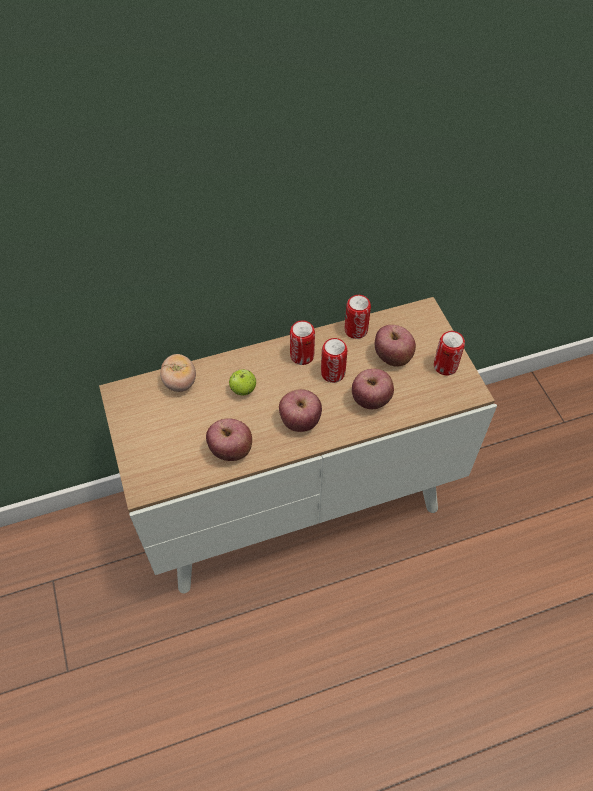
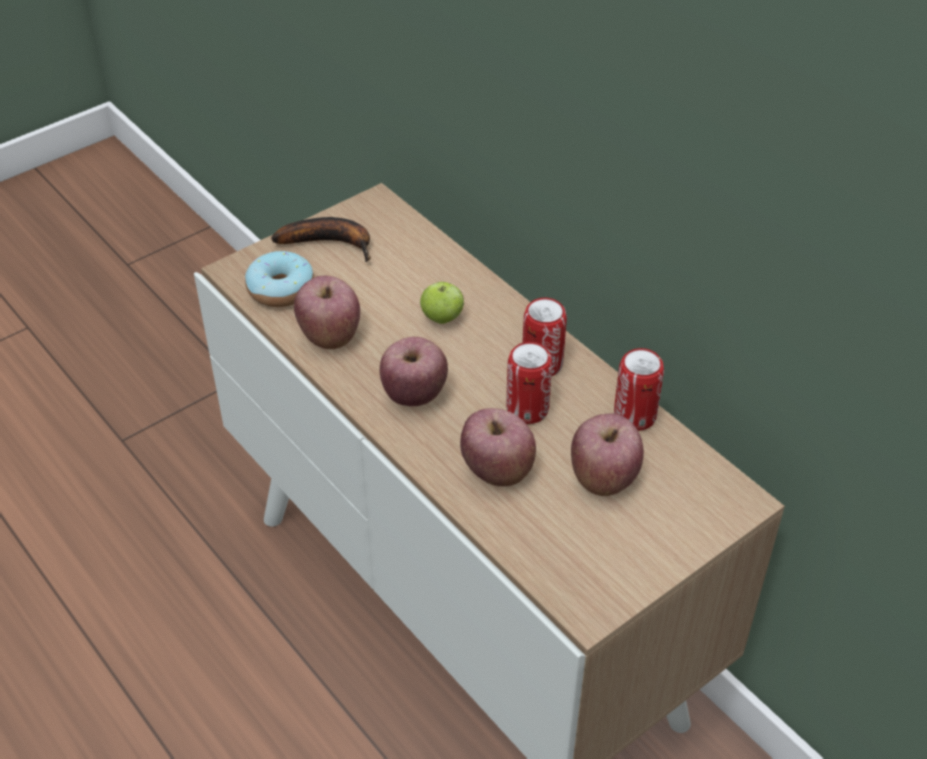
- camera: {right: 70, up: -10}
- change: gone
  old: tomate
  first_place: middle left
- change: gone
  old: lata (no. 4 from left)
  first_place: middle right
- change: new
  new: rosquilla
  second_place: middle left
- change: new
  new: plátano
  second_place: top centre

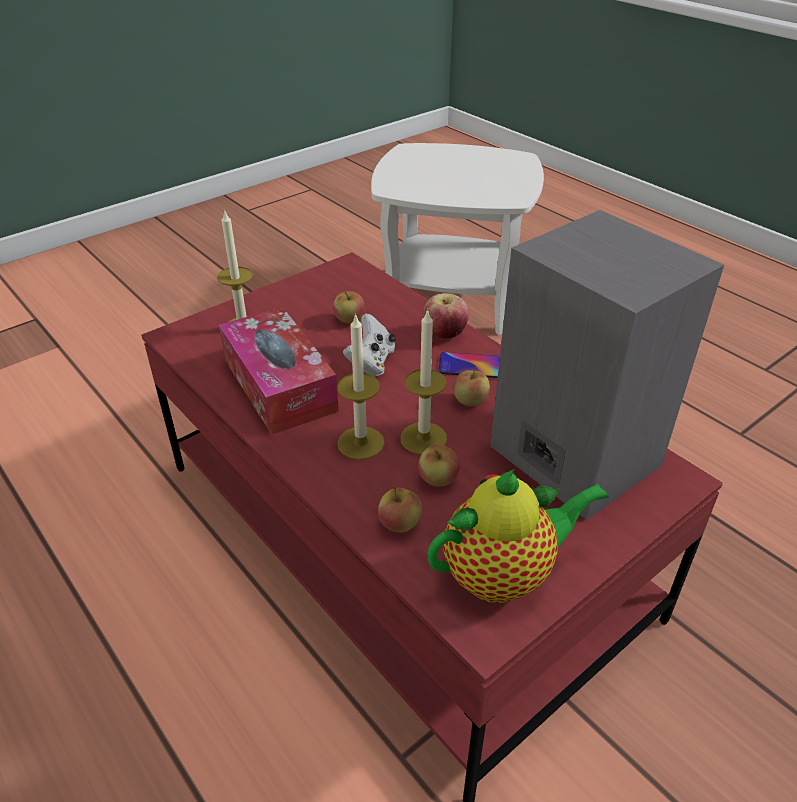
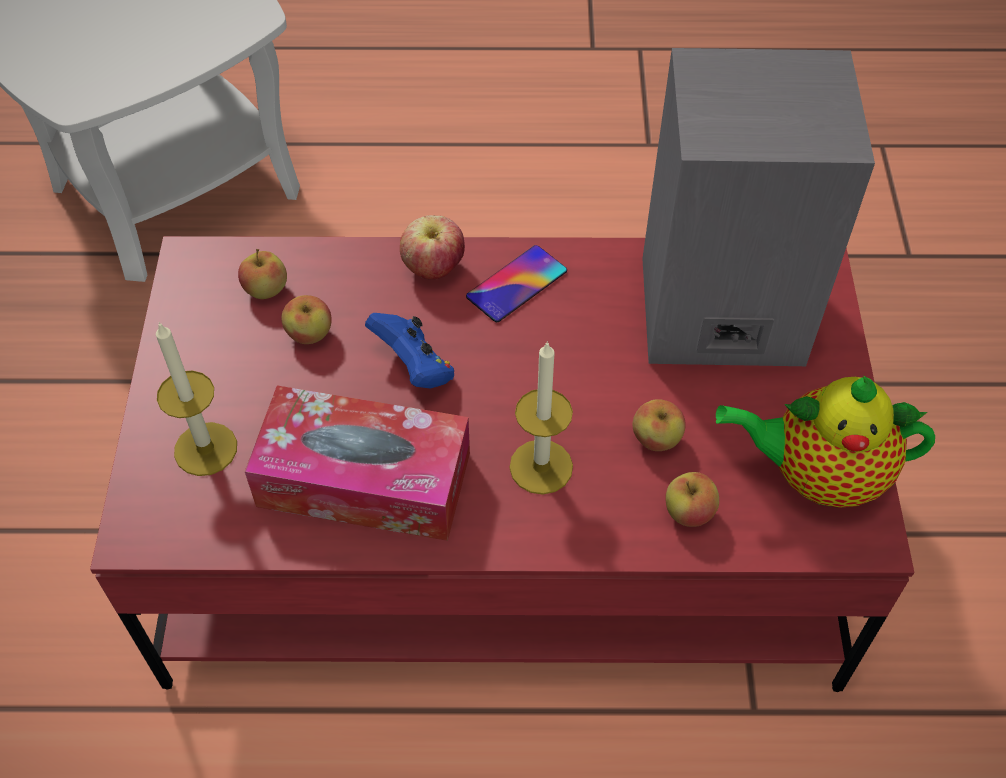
- camera: {right: -50, up: 15}
- change: gone
  old: vela (no. 3 from left)
  first_place: centre
- change: shifted
  old: manzana (no. 5 from left in the first image)
  new: manzana (no. 1 from left)
  first_place: centre
  second_place: middle left
- change: repainted
  old: mando de consola [blanco]
  new: mando de consola [azul]
  first_place: centre
  second_place: centre
- change: rotated
  old: tetera
  first_place: bottom centre
  second_place: middle right
  degrees: -105

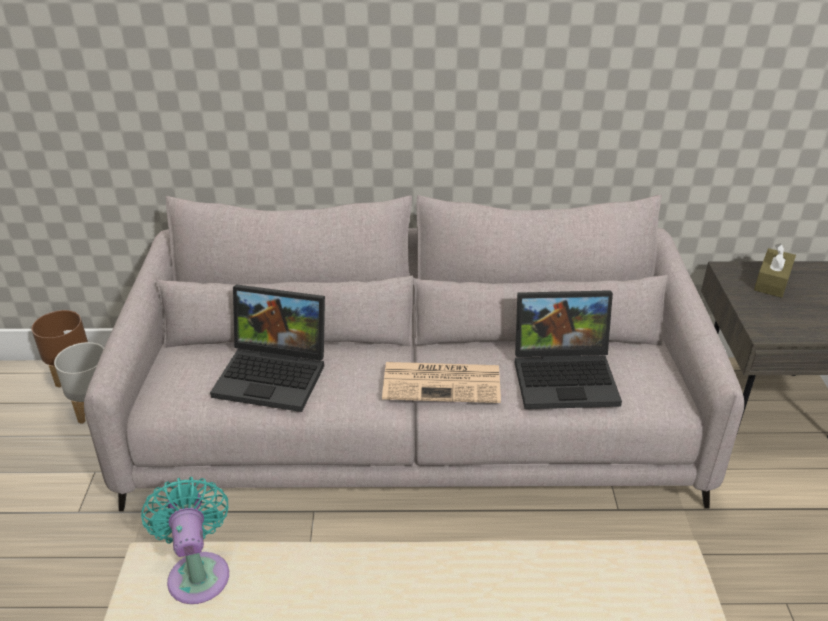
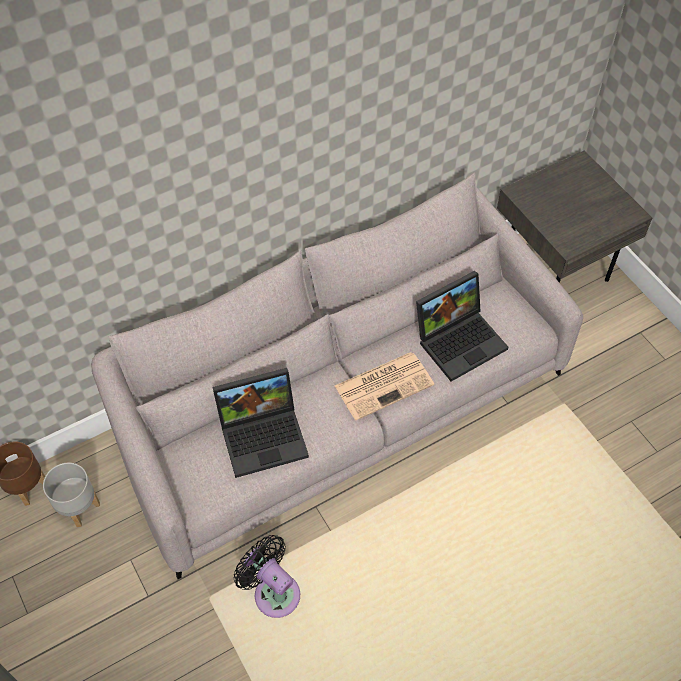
- camera: {right: -30, up: 20}
- change: gone
  old: caja de pañuelos [marrón]
  first_place: middle right
- change: repainted
  old: ventilador [turquesa]
  new: ventilador [negro]
  first_place: bottom left
  second_place: bottom centre

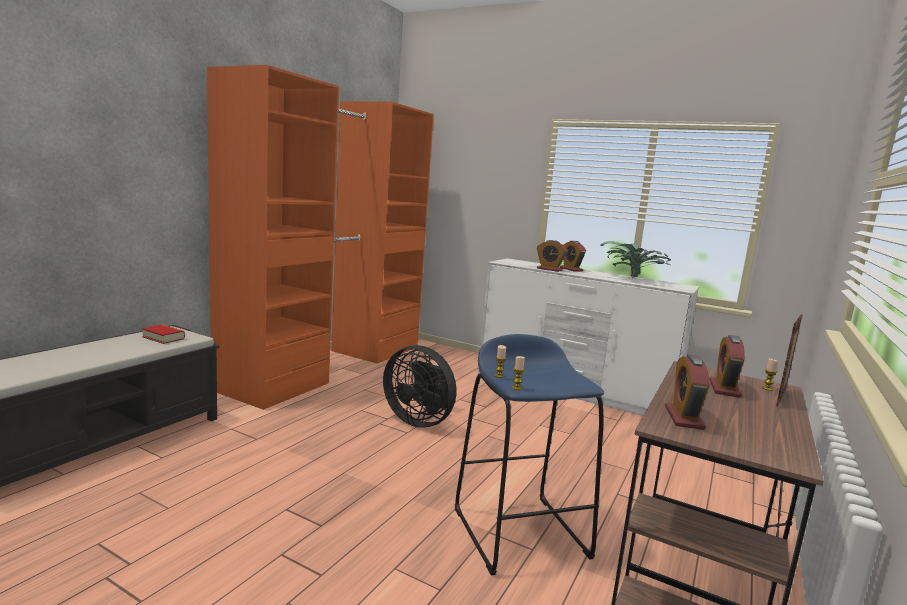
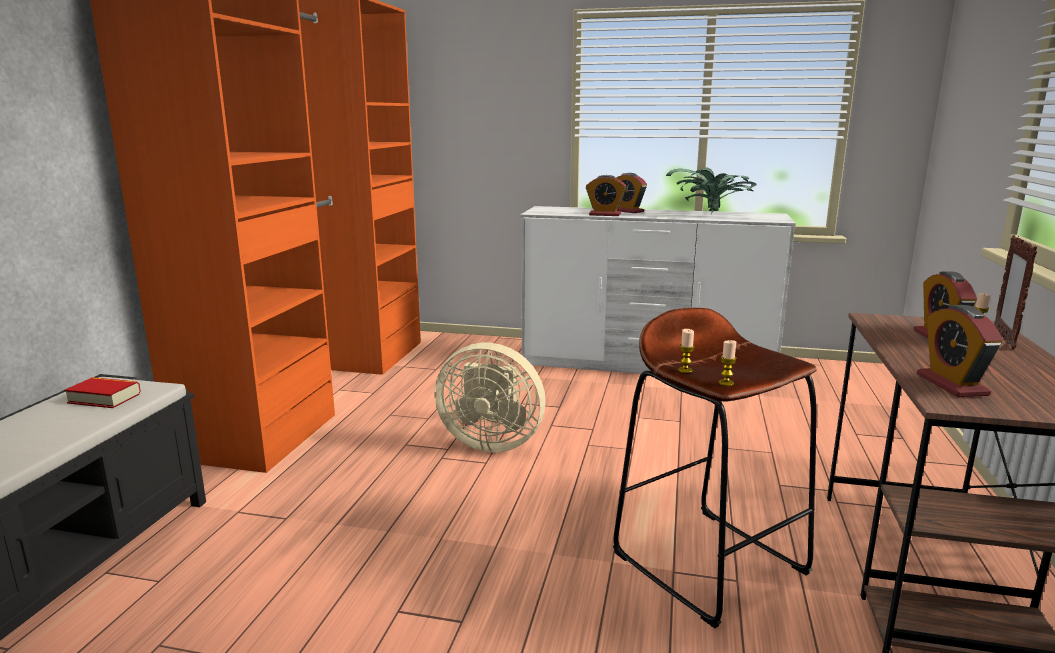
- camera: {right: -15, up: 5}
- change: repainted
  old: ventilador [negro]
  new: ventilador [beis]
  first_place: centre
  second_place: centre
- change: repainted
  old: taburete [azul]
  new: taburete [marrón]
  first_place: bottom centre
  second_place: bottom right

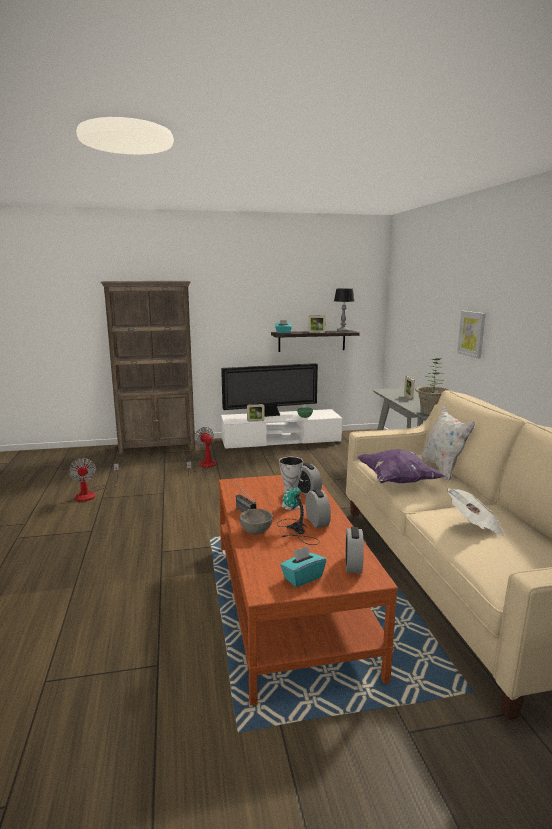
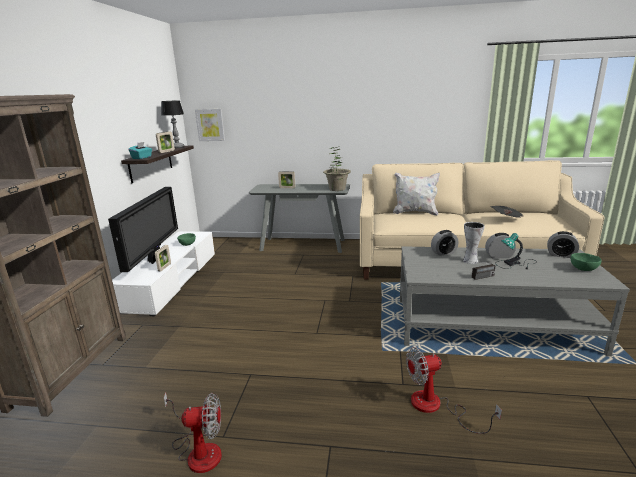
- camera: {right: -70, up: 5}
- change: gone
  old: cuenco [gris]
  first_place: centre
- change: gone
  old: cojín [morado]
  first_place: middle right
- change: shifted
  old: ventilador (no. 2 from left)
  first_place: centre
  second_place: bottom right
- change: shifted
  old: cuadro
  first_place: middle right
  second_place: top left
- change: swapped
  old: caja de pañuelos [turquesa] (no. 2 from left)
  new: cuenco [verde] (no. 2 from left)
  first_place: bottom centre
  second_place: middle right
- change: repainted
  old: mesa de centro [marrón]
  new: mesa de centro [gris]
  first_place: bottom centre
  second_place: middle right

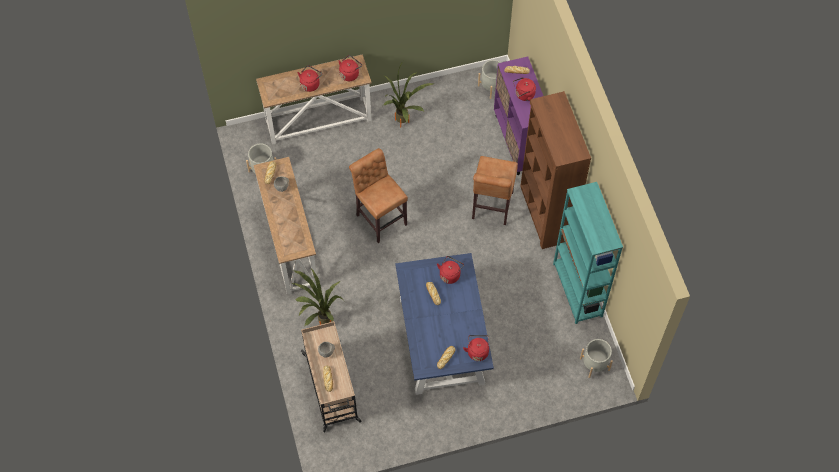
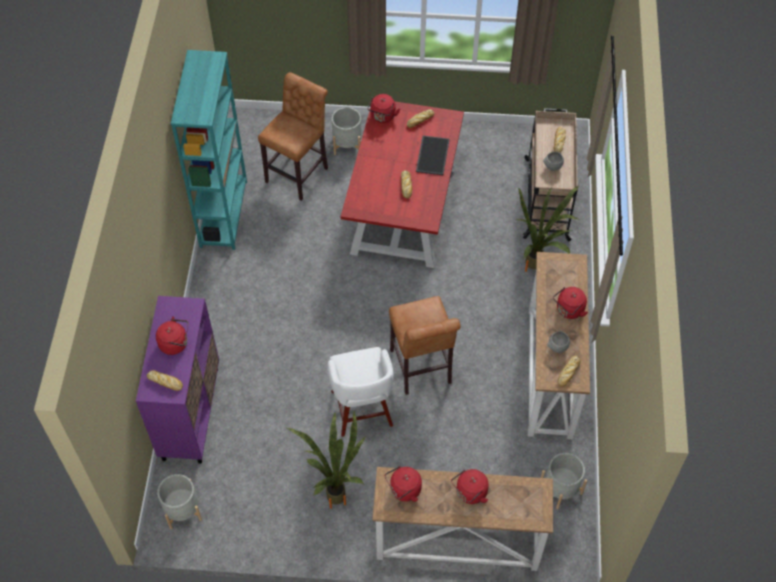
- camera: {right: -160, up: -5}
- change: gone
  old: estantería [marrón]
  first_place: centre
- change: new
  new: taburete [blanco]
  second_place: bottom centre
- change: new
  new: bandeja
  second_place: top centre
- change: shifted
  old: hervidor [rojo] (no. 3 from left in the first image)
  new: hervidor [rojo] (no. 5 from left)
  first_place: centre
  second_place: middle right
- change: shifted
  old: taburete [marrón] (no. 2 from left in the first image)
  new: taburete [marrón] (no. 1 from left)
  first_place: centre
  second_place: top centre
- change: shifted
  old: maceta [gris] (no. 3 from left in the first image)
  new: maceta [gris] (no. 2 from left)
  first_place: bottom right
  second_place: top centre
- change: repainted
  old: mesa de comedor [azul]
  new: mesa de comedor [rojo]
  first_place: bottom centre
  second_place: top centre

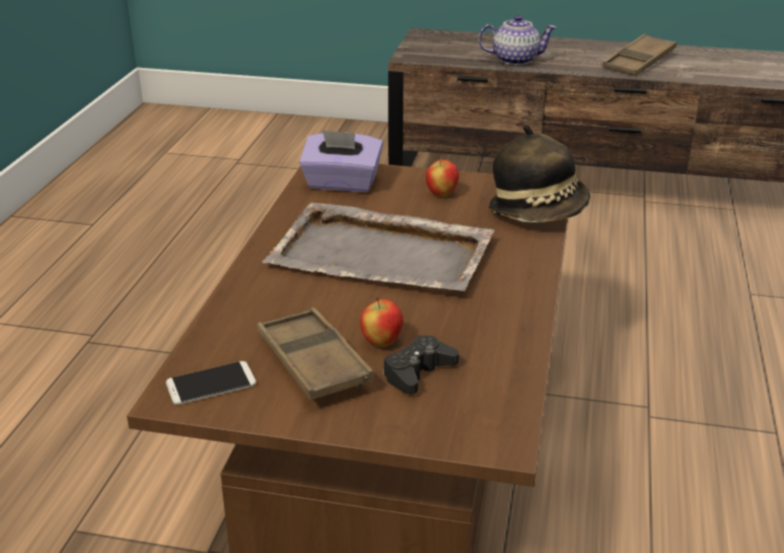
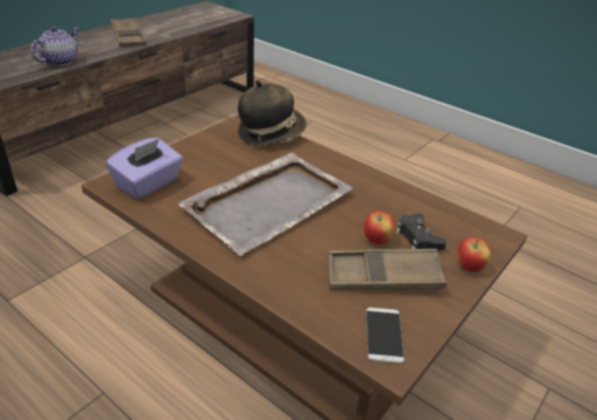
- camera: {right: -65, up: 5}
- change: shifted
  old: manzana (no. 2 from left)
  first_place: top centre
  second_place: middle right

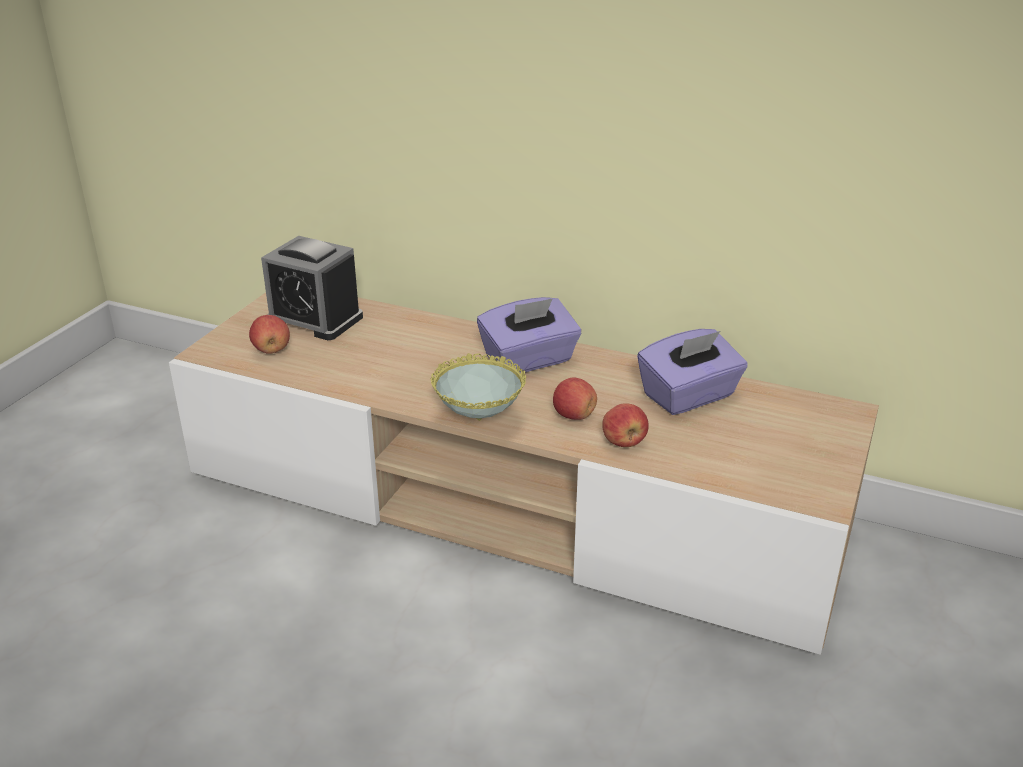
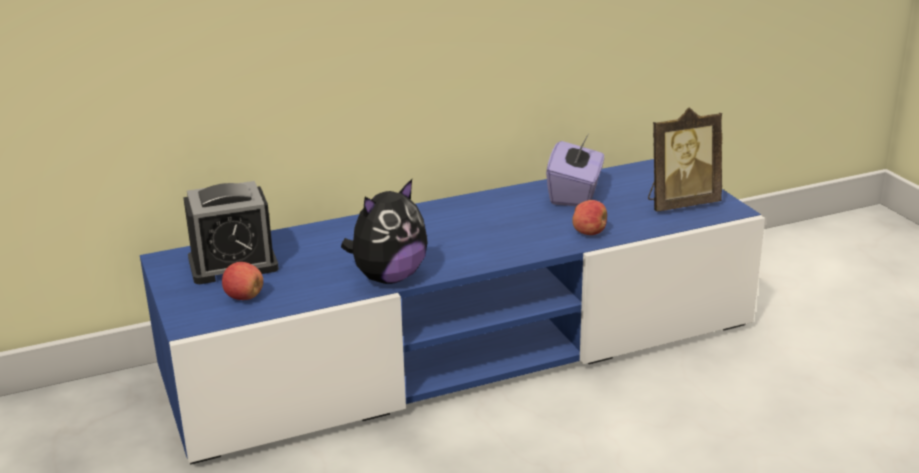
- camera: {right: -45, up: -5}
- change: gone
  old: cuenco
  first_place: centre
- change: gone
  old: caja de pañuelos [morado] (no. 1 from left)
  first_place: centre
- change: gone
  old: manzana (no. 2 from left)
  first_place: centre
- change: new
  new: peluche
  second_place: centre
- change: new
  new: portarretratos
  second_place: middle right
- change: repainted
  old: mueble de televisión [beis]
  new: mueble de televisión [azul]
  first_place: centre
  second_place: centre

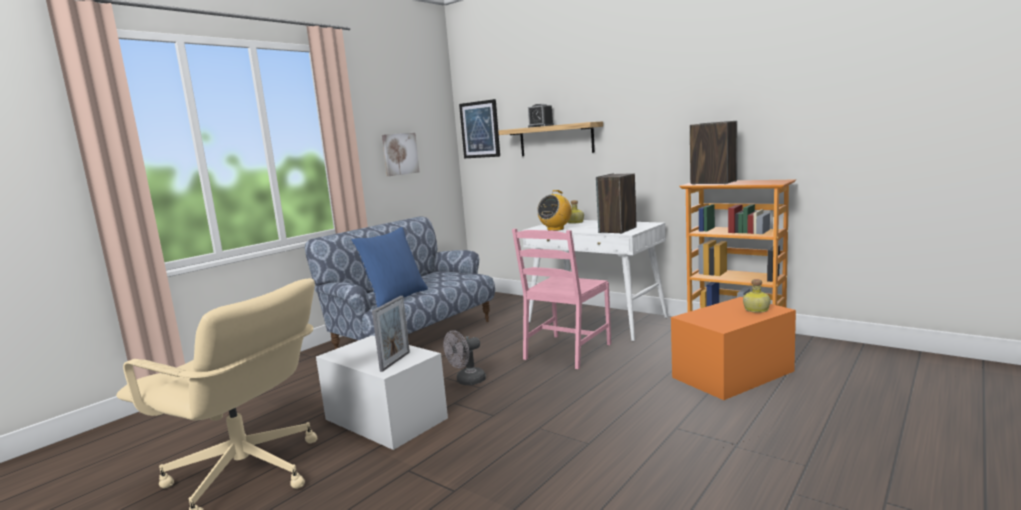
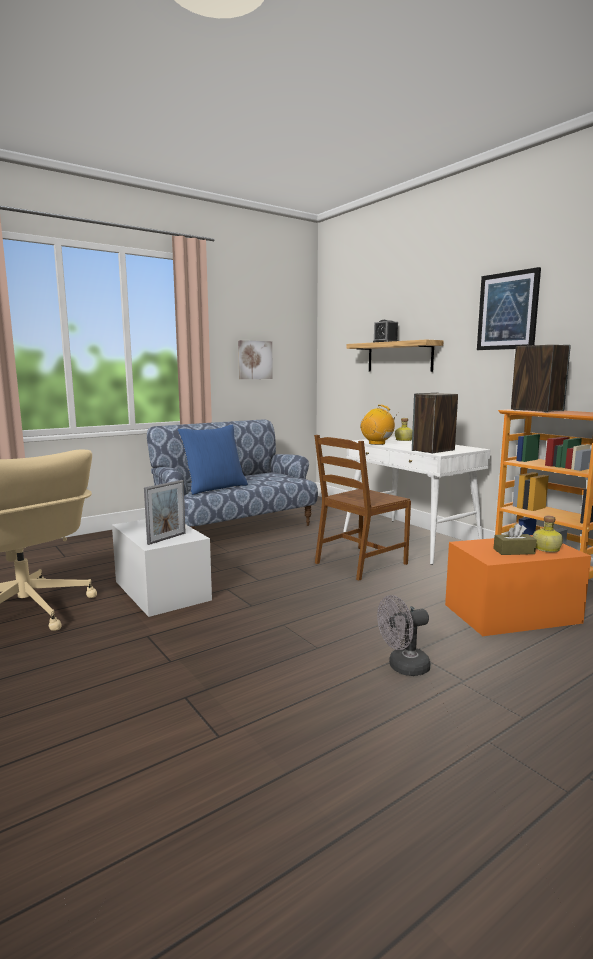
- camera: {right: 15, up: 0}
- change: new
  new: caja de pañuelos [marrón]
  second_place: middle right
- change: shifted
  old: ventilador [gris]
  first_place: bottom centre
  second_place: middle right
- change: shifted
  old: cuadro (no. 2 from left)
  first_place: top centre
  second_place: top right
- change: repainted
  old: silla [rosa]
  new: silla [marrón]
  first_place: centre
  second_place: centre
- change: rotated
  old: radio
  first_place: centre
  second_place: centre
  degrees: 75

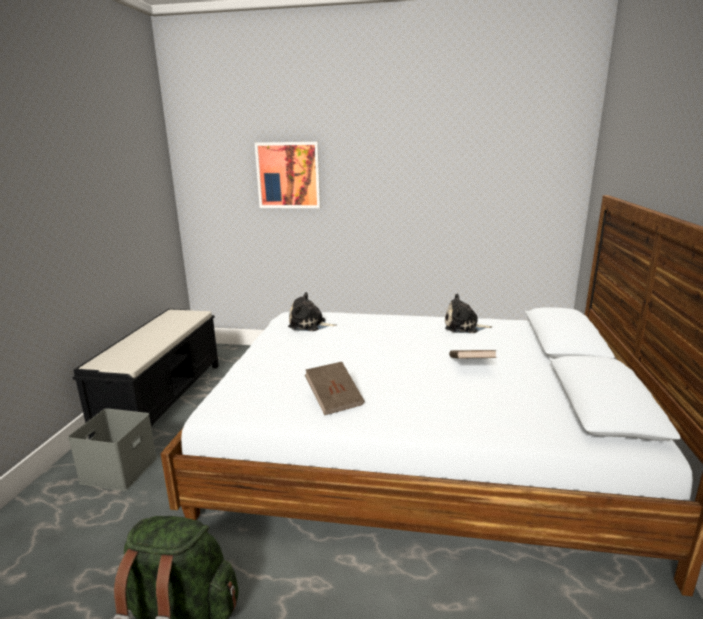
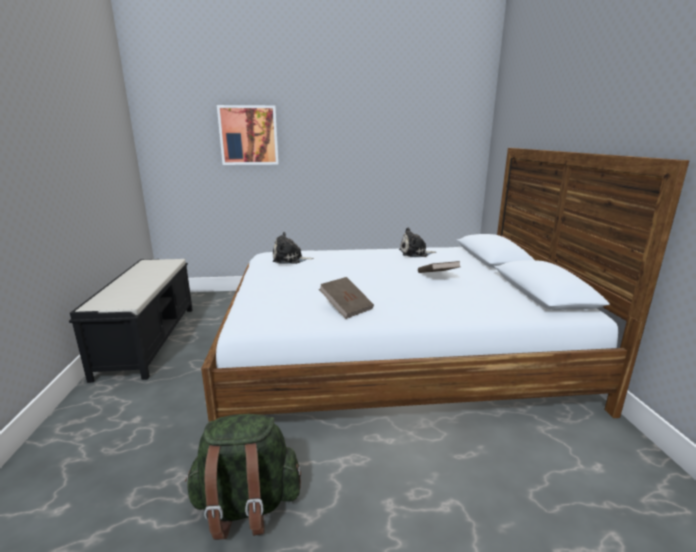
- camera: {right: -15, up: 0}
- change: gone
  old: caja de almacenaje [gris]
  first_place: bottom left

